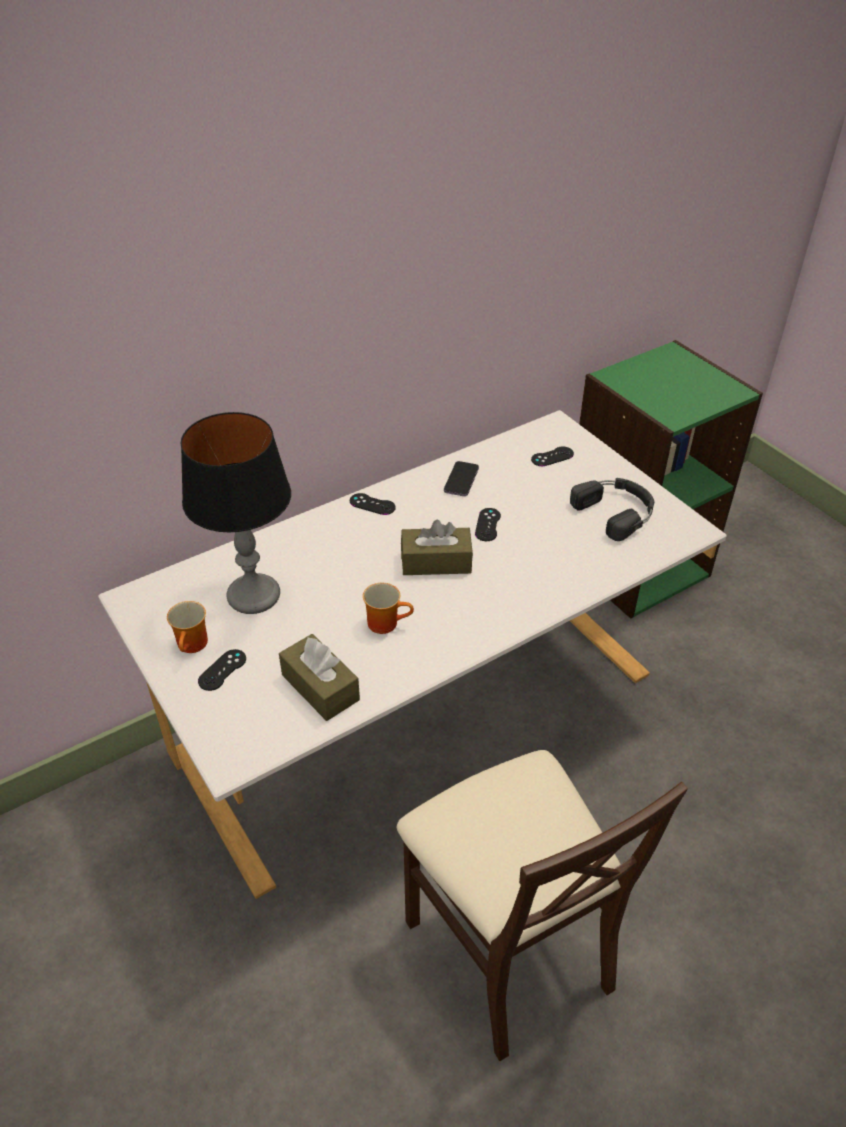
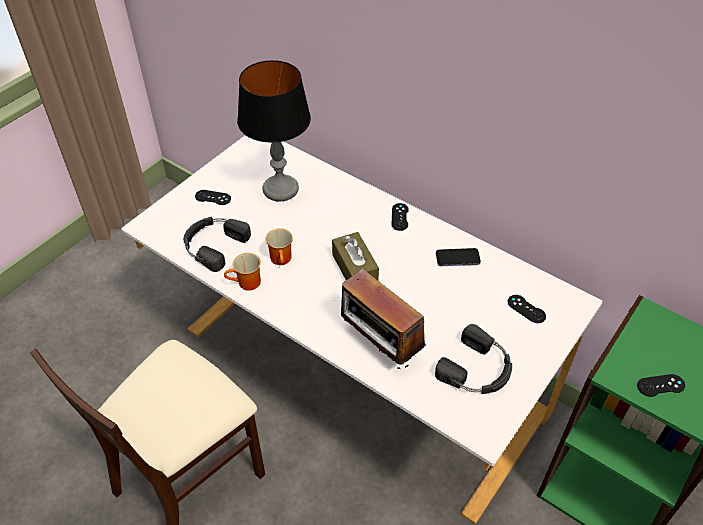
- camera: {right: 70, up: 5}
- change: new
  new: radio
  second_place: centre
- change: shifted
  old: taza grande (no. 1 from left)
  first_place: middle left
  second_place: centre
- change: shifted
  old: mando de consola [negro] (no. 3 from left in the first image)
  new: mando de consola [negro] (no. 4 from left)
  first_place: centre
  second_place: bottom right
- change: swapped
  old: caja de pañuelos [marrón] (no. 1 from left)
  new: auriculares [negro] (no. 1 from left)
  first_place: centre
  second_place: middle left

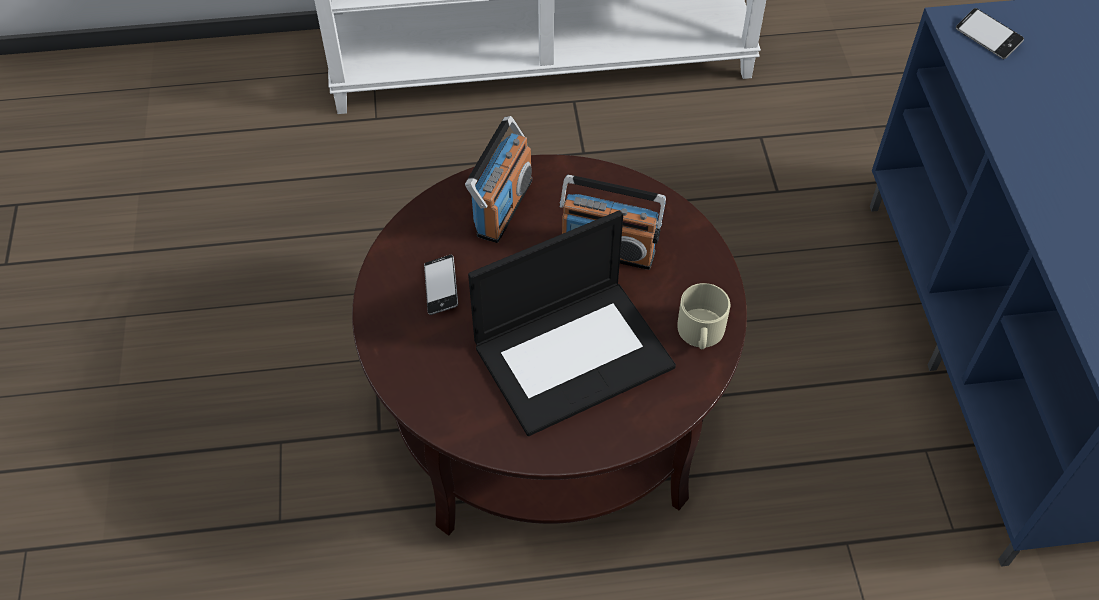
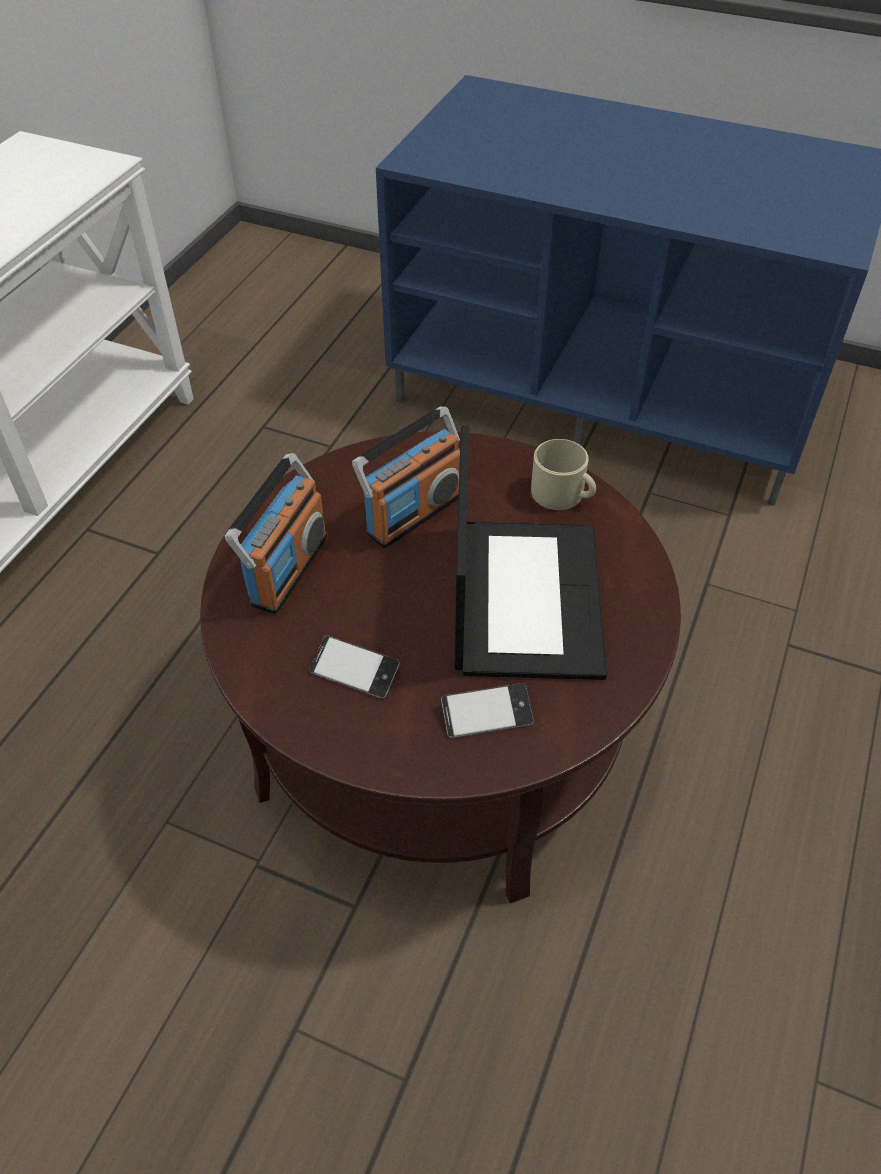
- camera: {right: -60, up: -5}
- change: shifted
  old: móvil (no. 2 from left)
  first_place: top right
  second_place: centre
- change: rotated
  old: radio (no. 1 from left)
  first_place: top centre
  second_place: middle left
  degrees: 60

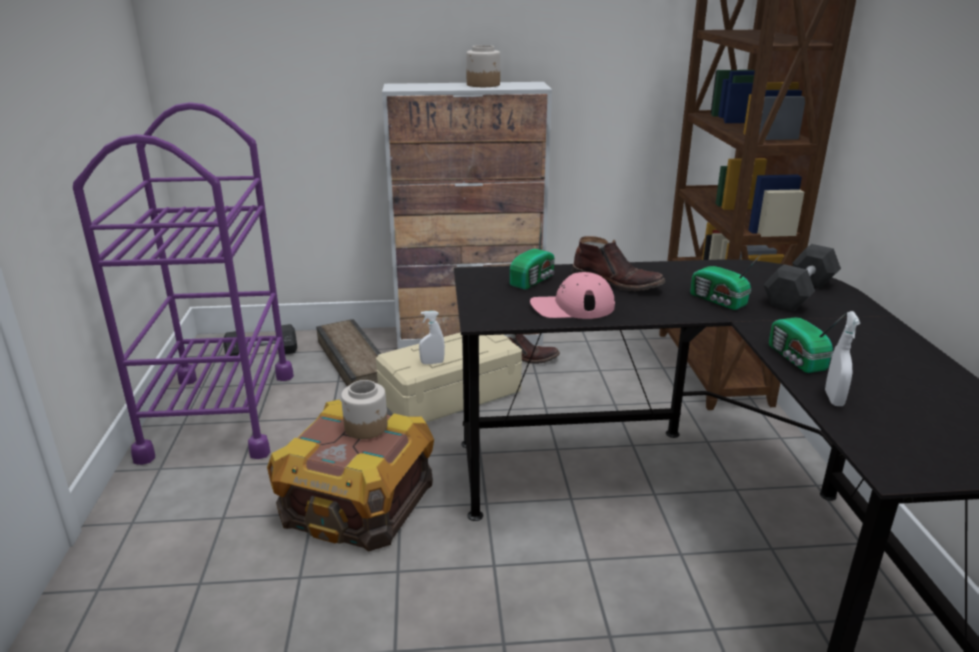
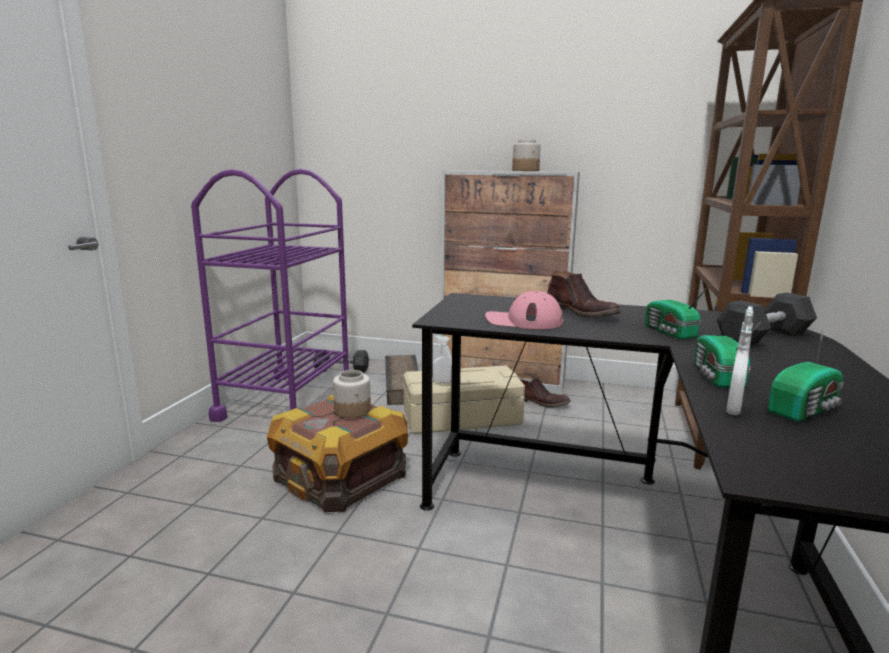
- camera: {right: 20, up: -10}
- change: shifted
  old: radio (no. 1 from left in the first image)
  new: radio (no. 3 from left)
  first_place: centre
  second_place: middle right

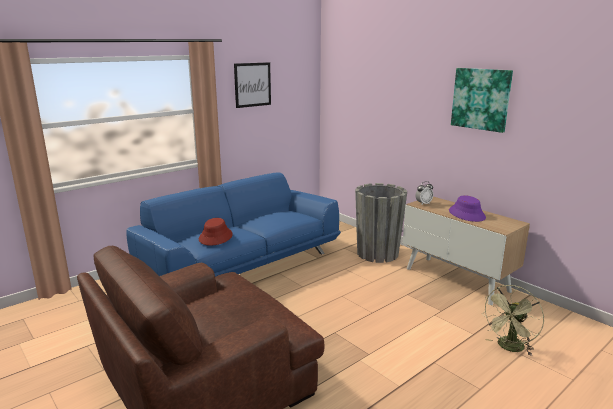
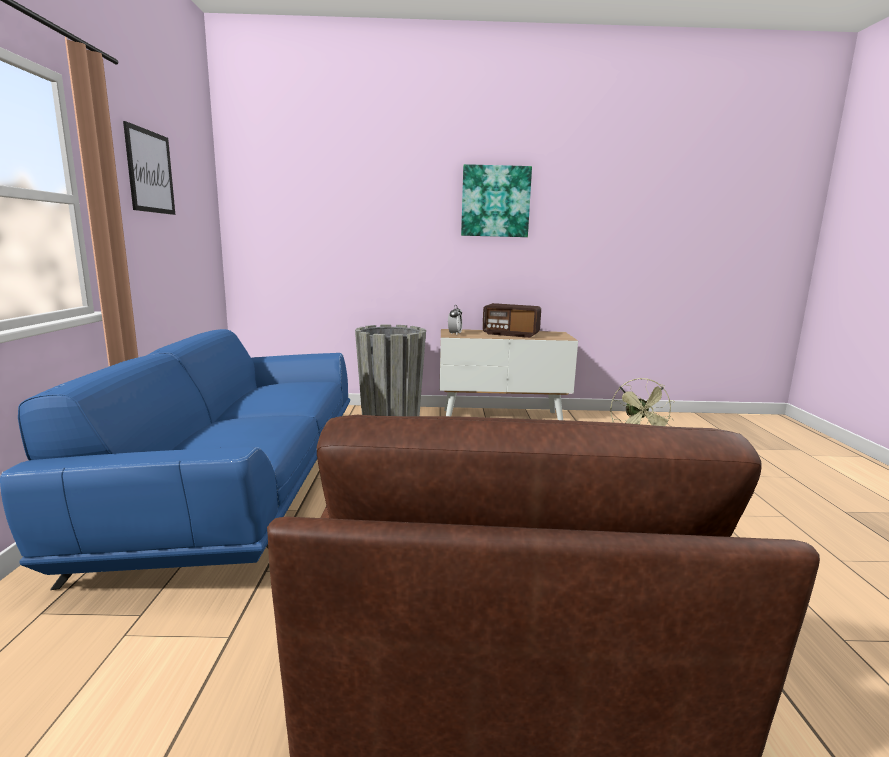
- camera: {right: -50, up: -5}
- change: gone
  old: sombrero [rojo]
  first_place: centre
- change: swapped
  old: sombrero [morado]
  new: radio
  first_place: middle right
  second_place: centre

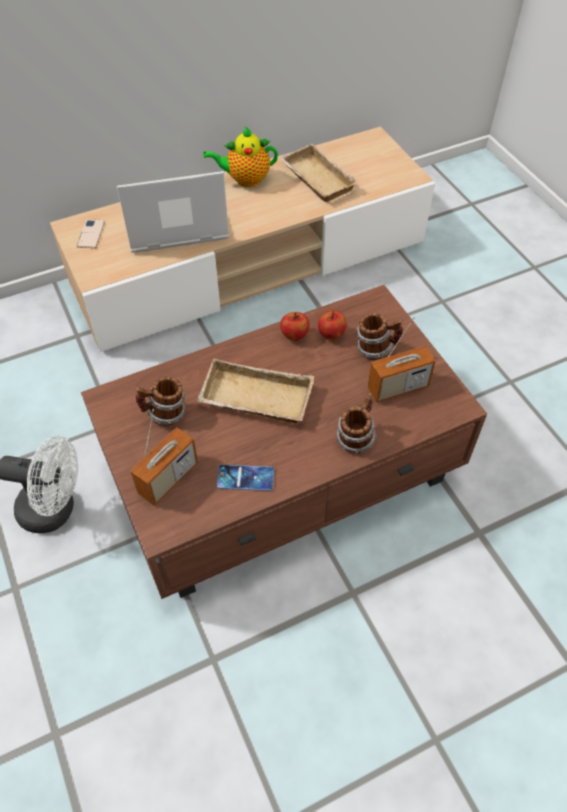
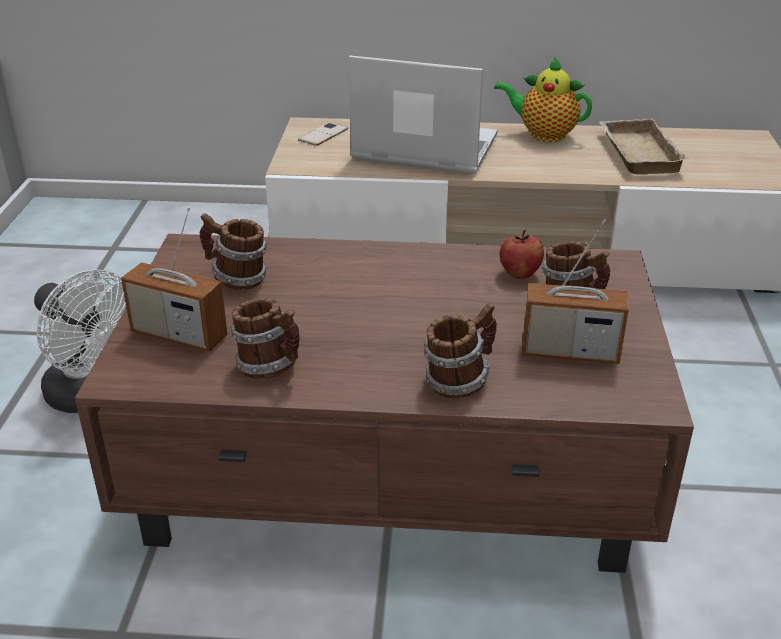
- camera: {right: 30, up: -20}
- change: gone
  old: bandeja [beis] (no. 1 from left)
  first_place: centre
- change: gone
  old: manzana (no. 1 from left)
  first_place: centre
- change: swapped
  old: móvil (no. 2 from left)
  new: taza grande (no. 2 from left)
  first_place: centre
  second_place: centre
- change: rotated
  old: radio (no. 1 from left)
  first_place: middle left
  second_place: middle left
  degrees: 45

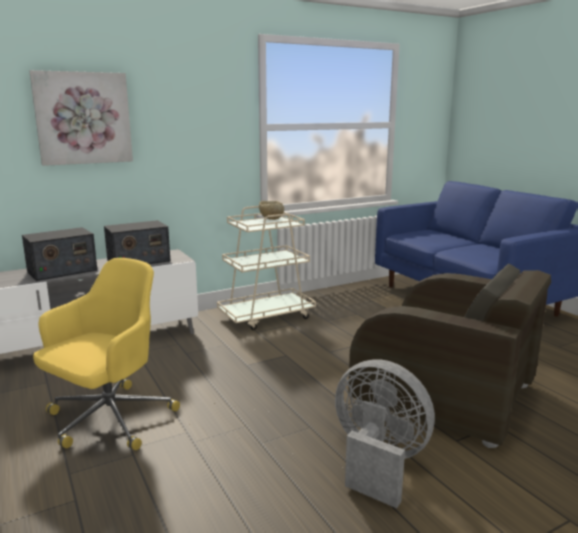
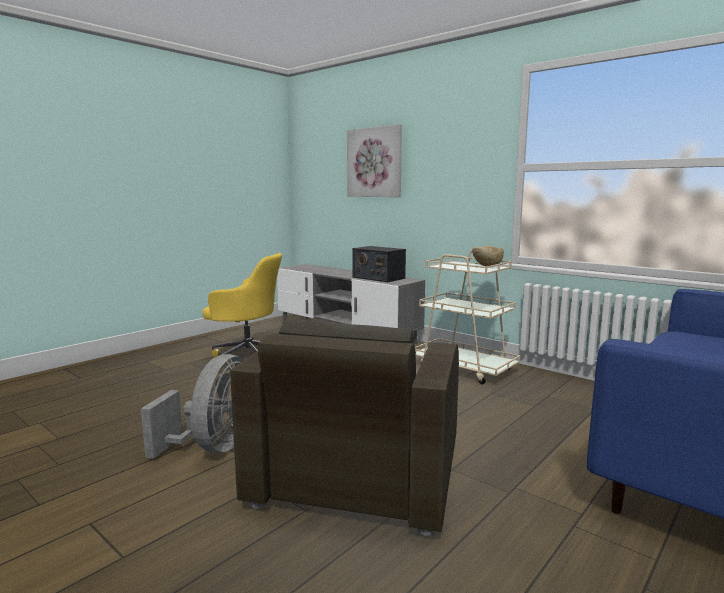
- camera: {right: 70, up: -5}
- change: gone
  old: radio (no. 1 from left)
  first_place: middle left

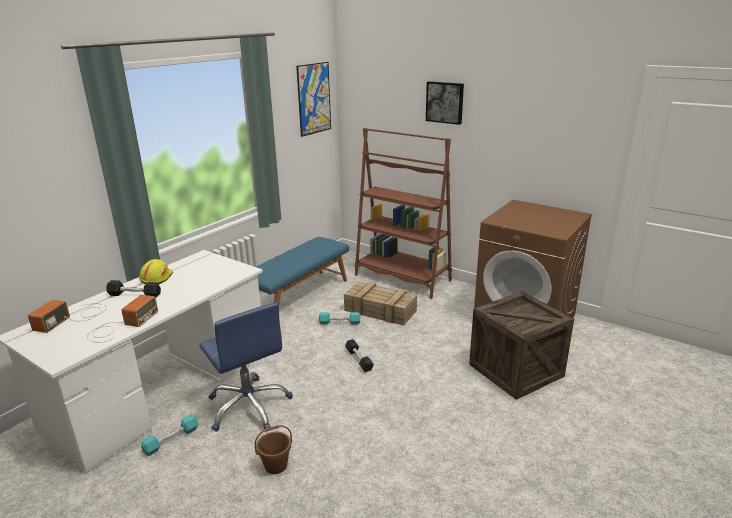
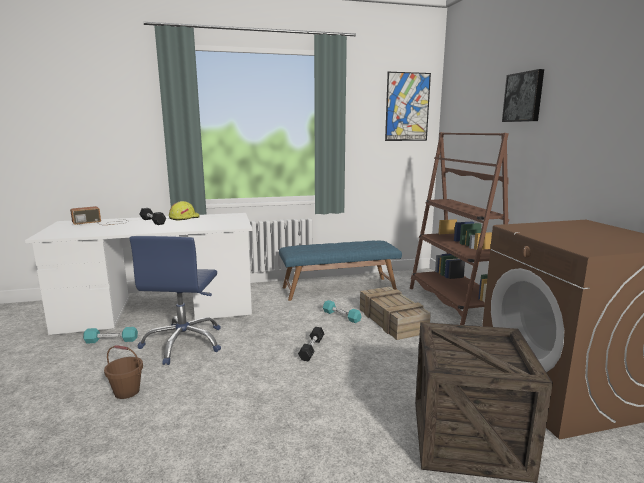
- camera: {right: 40, up: -10}
- change: gone
  old: radio (no. 2 from left)
  first_place: middle left

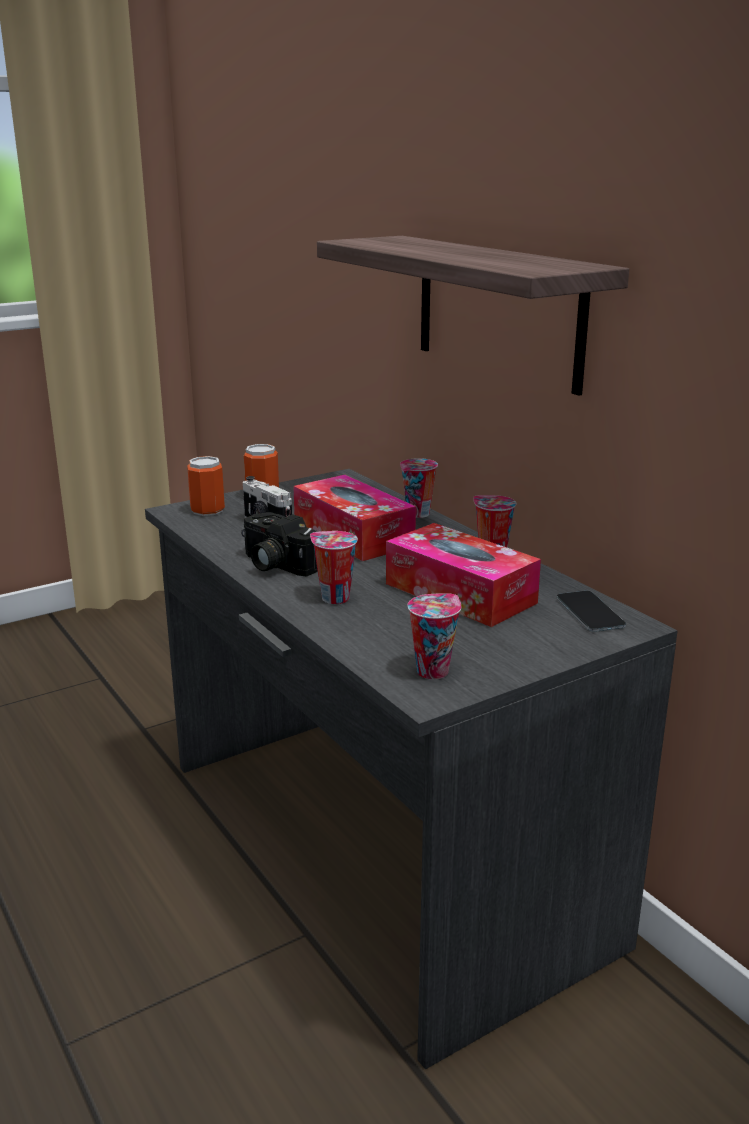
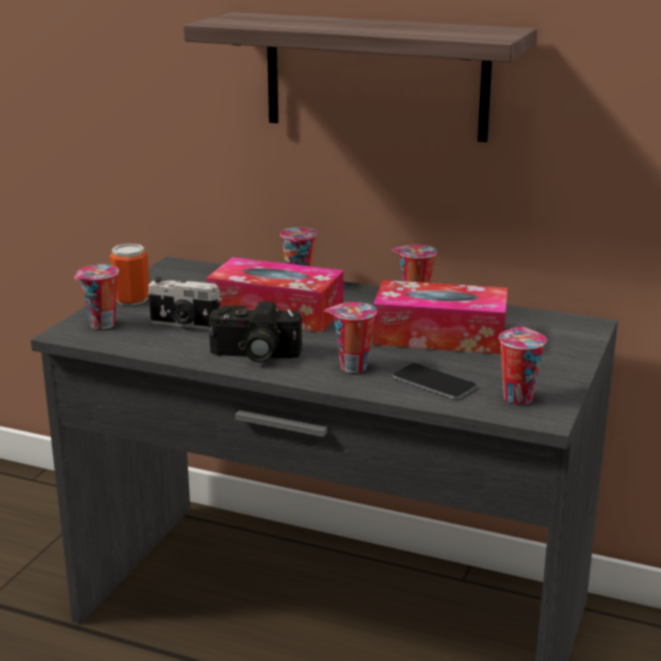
- camera: {right: -35, up: 0}
- change: shifted
  old: móvil
  first_place: middle right
  second_place: centre
- change: swapped
  old: lata (no. 1 from left)
  new: taza (no. 1 from left)
  first_place: middle left
  second_place: middle left

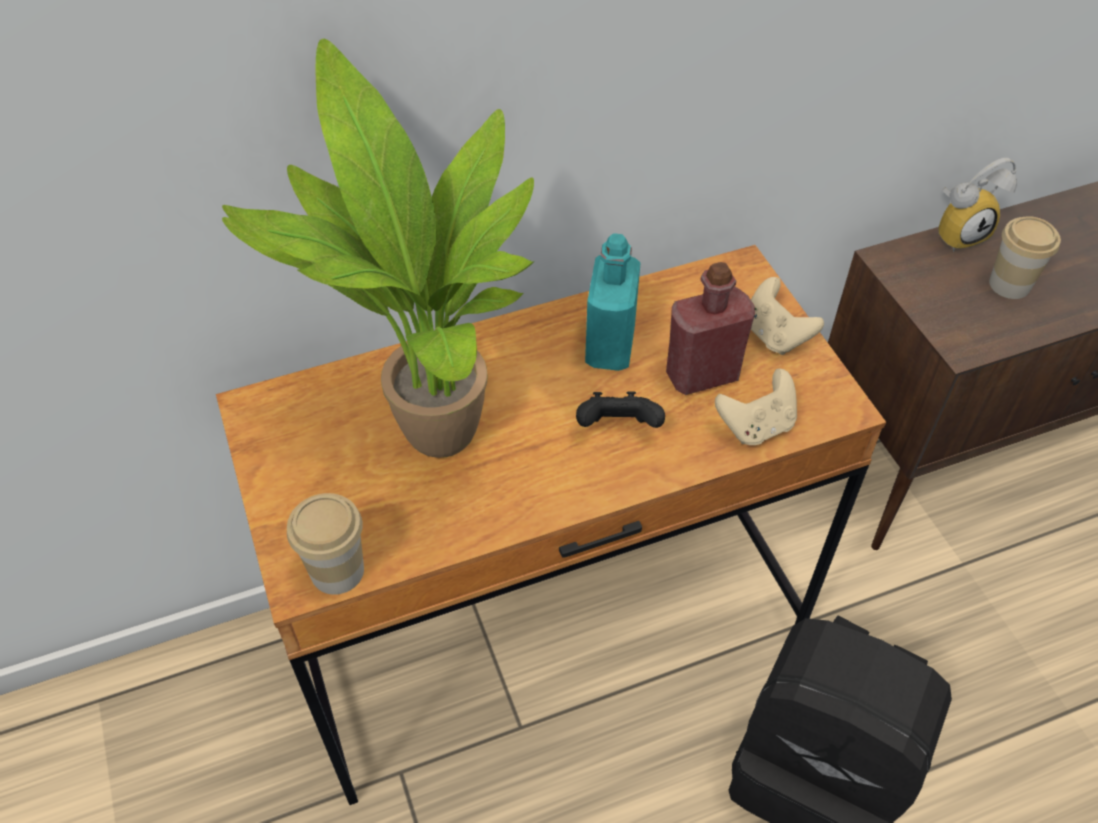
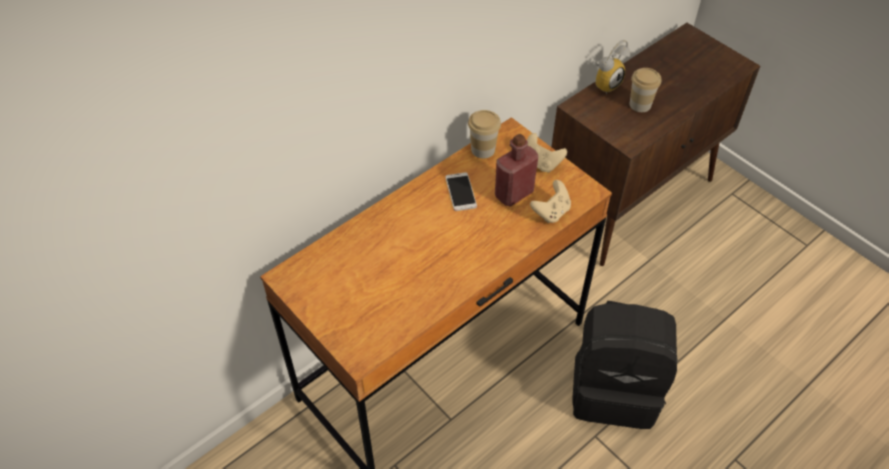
- camera: {right: -20, up: 0}
- change: gone
  old: planta en maceta
  first_place: top centre
- change: gone
  old: mando de consola [negro]
  first_place: centre
- change: shifted
  old: taza (no. 1 from left)
  first_place: middle left
  second_place: top centre
- change: swapped
  old: botella [turquesa]
  new: móvil
  first_place: centre
  second_place: centre

